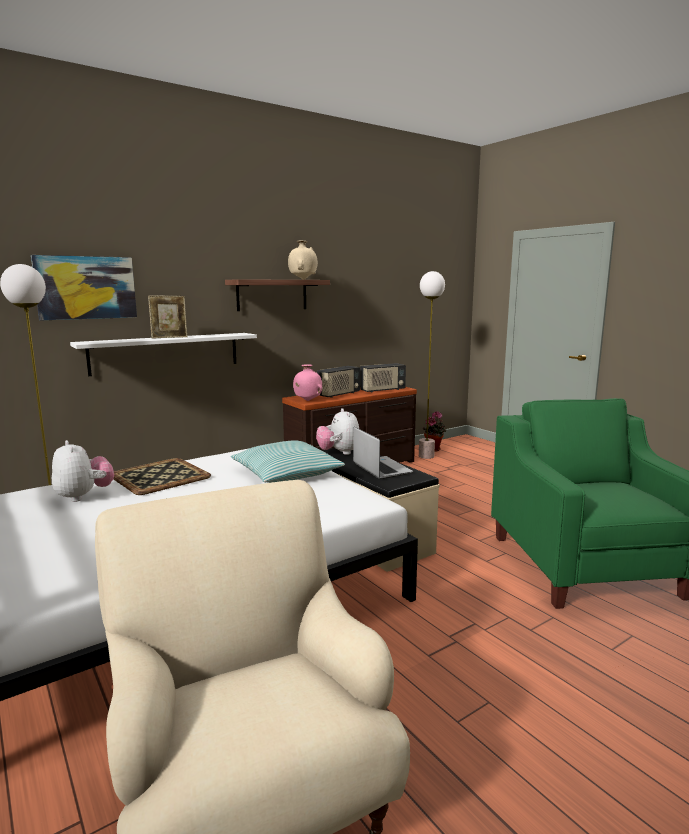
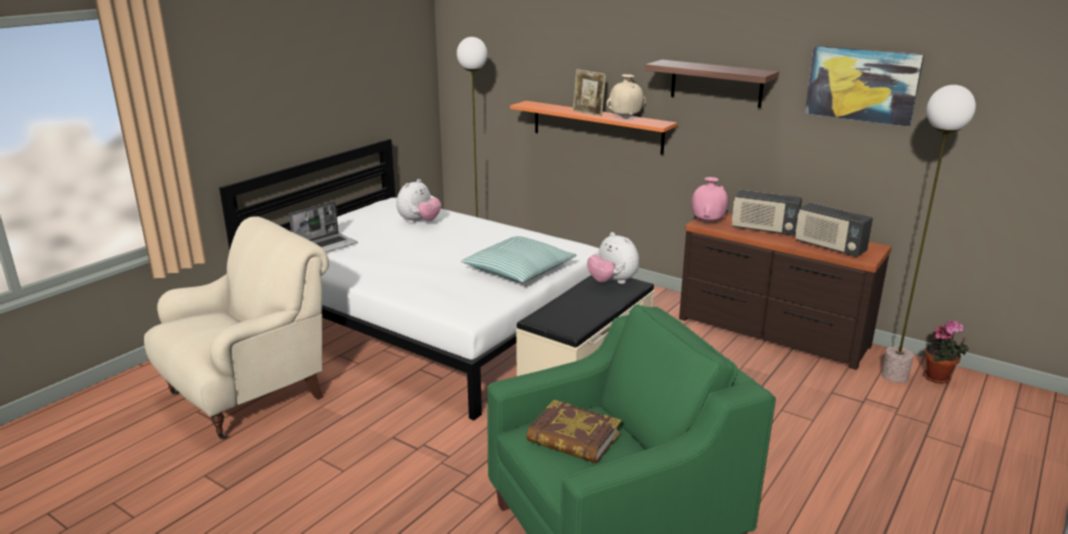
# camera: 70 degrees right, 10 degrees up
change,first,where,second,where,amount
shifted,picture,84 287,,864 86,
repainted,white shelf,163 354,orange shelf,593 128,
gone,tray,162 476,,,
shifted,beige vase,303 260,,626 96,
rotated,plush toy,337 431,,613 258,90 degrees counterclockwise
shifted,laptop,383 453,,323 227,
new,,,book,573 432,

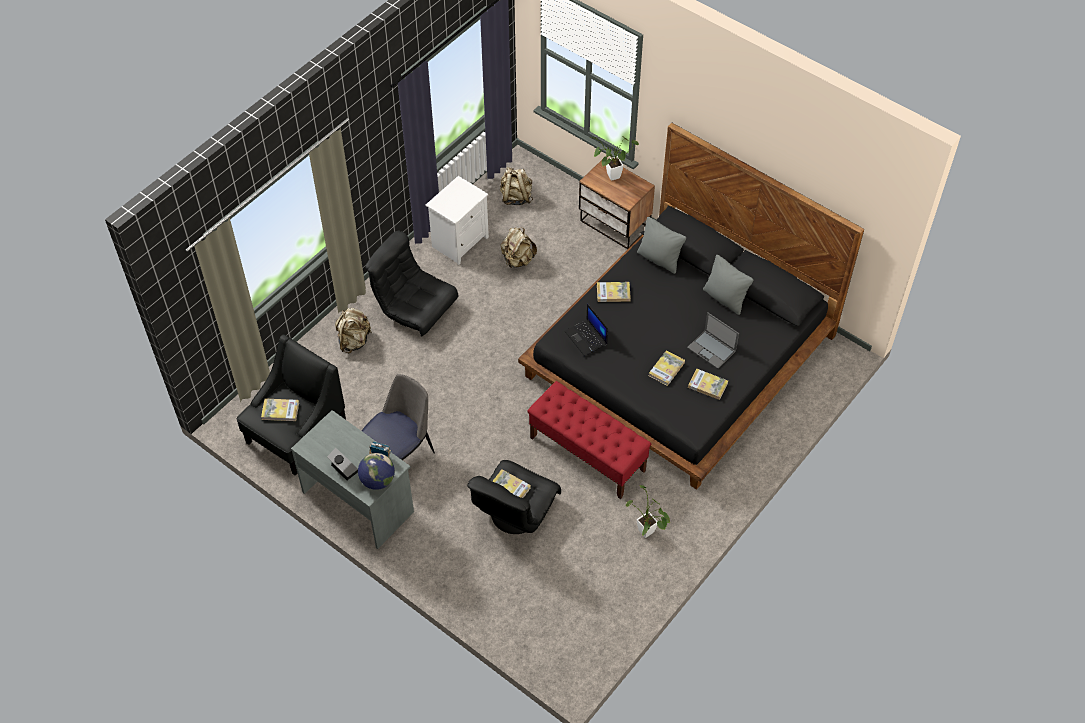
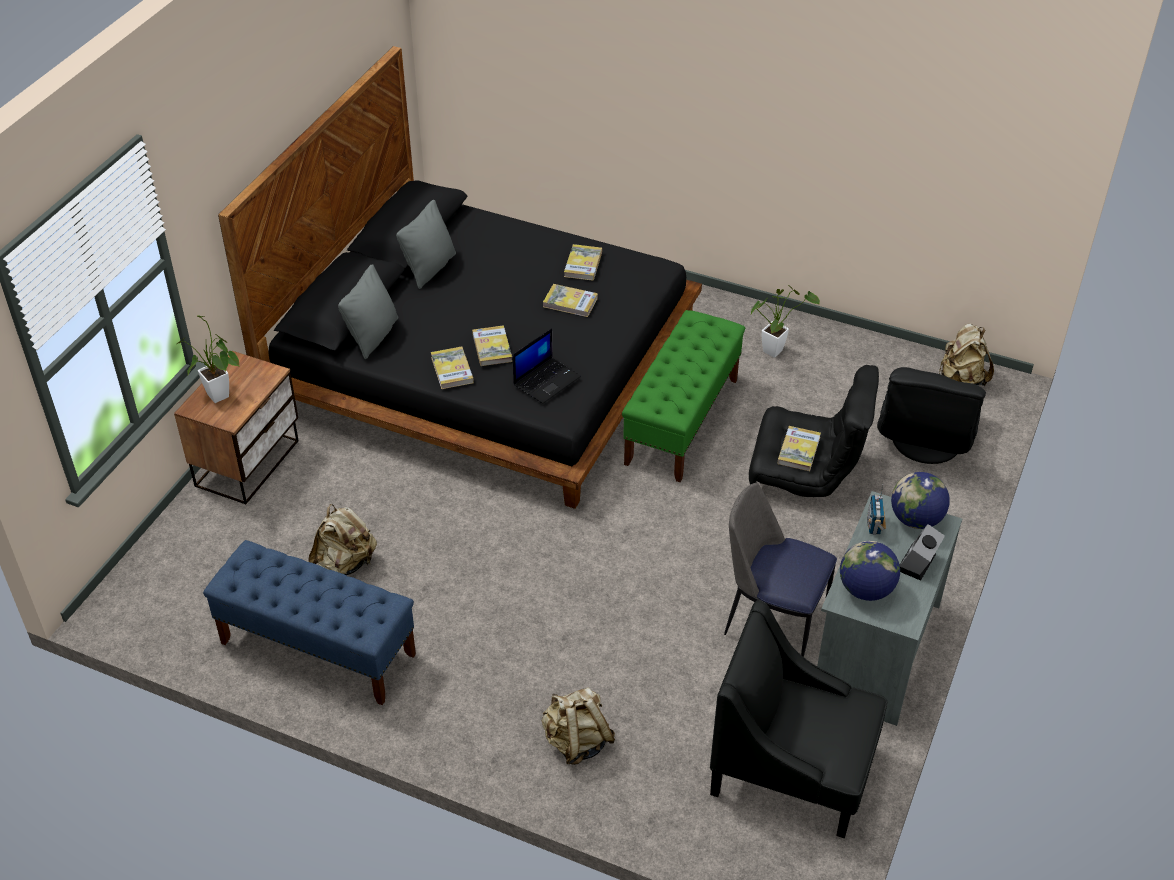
# camera: 105 degrees left, 10 degrees down
change,first,where,second,where,amount
shifted,book,280 410,,492 345,
shifted,black armchair,411 283,,931 415,
swapped,white nightstand,457 220,blue bench,309 622,
shifted,beige backpack,516 186,,966 354,
repainted,red bench,589 440,green bench,683 396,
gone,laptop,713 341,,,
new,,,globe,870 571,

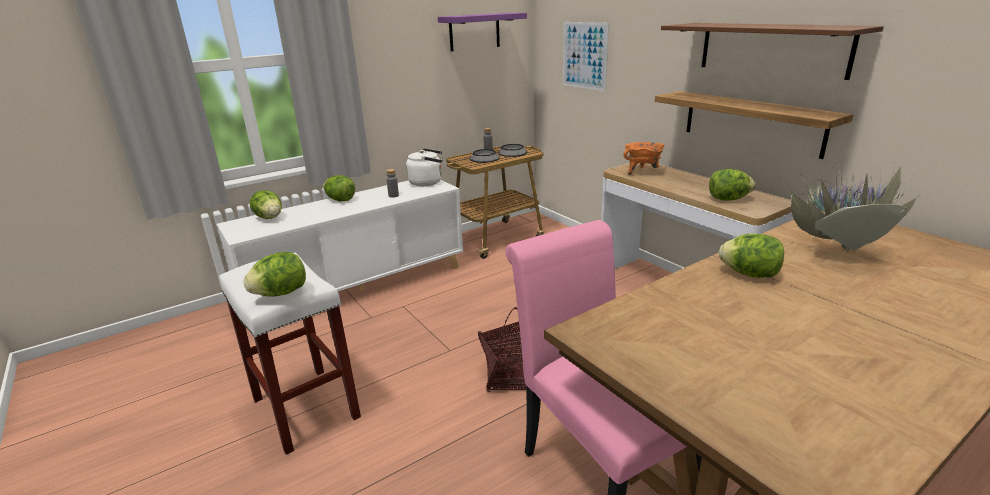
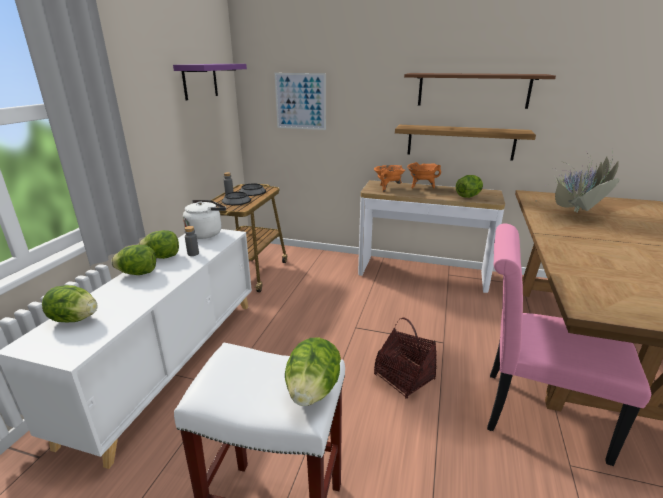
# camera: 40 degrees left, 0 degrees up
change,first,where,second,where,amount
shifted,lettuce,751 256,,158 244,
new,,,orange cooking pot,424 175,

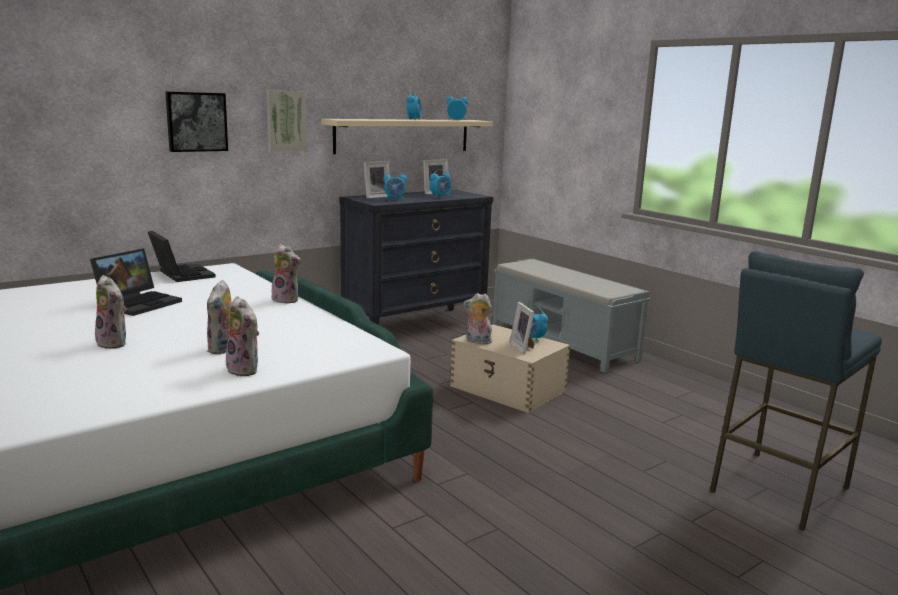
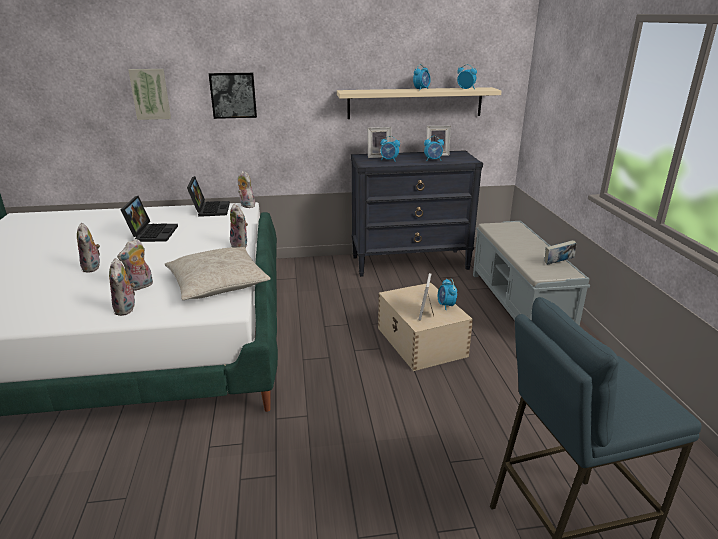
# camera: 30 degrees right, 10 degrees up
change,first,where,second,where,amount
rotated,laptop,136 282,,149 219,60 degrees counterclockwise
shifted,picture,286 120,,149 94,
shifted,plush toy,478 318,,246 189,
new,,,beige pillow,218 273,
new,,,book,561 252,

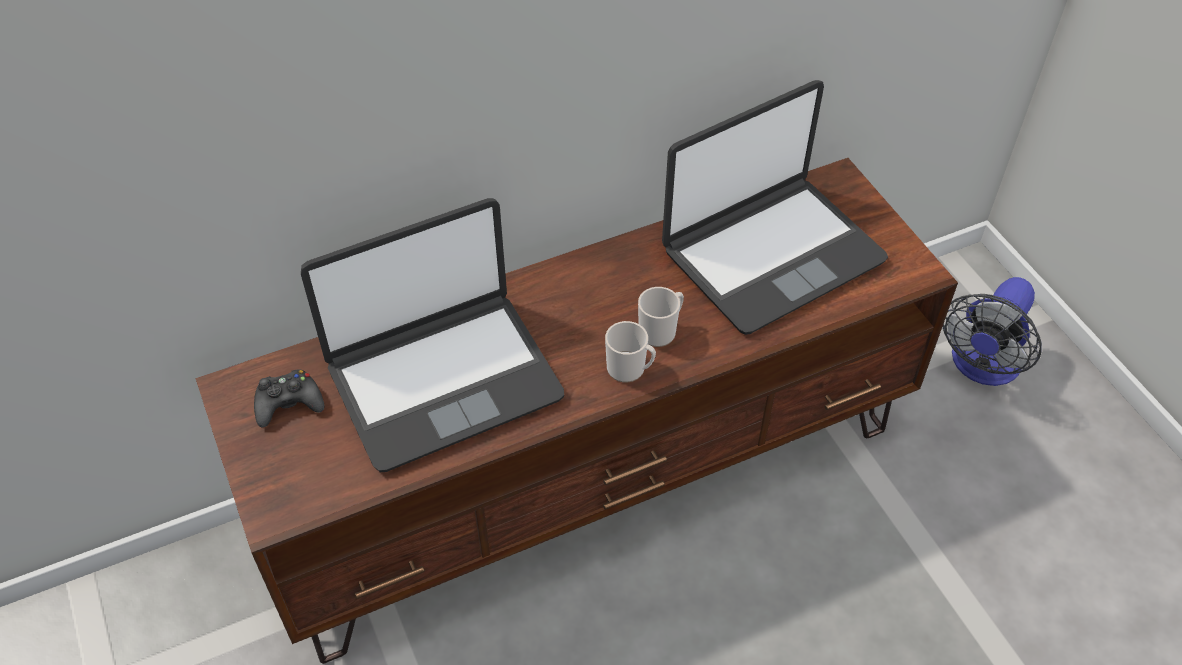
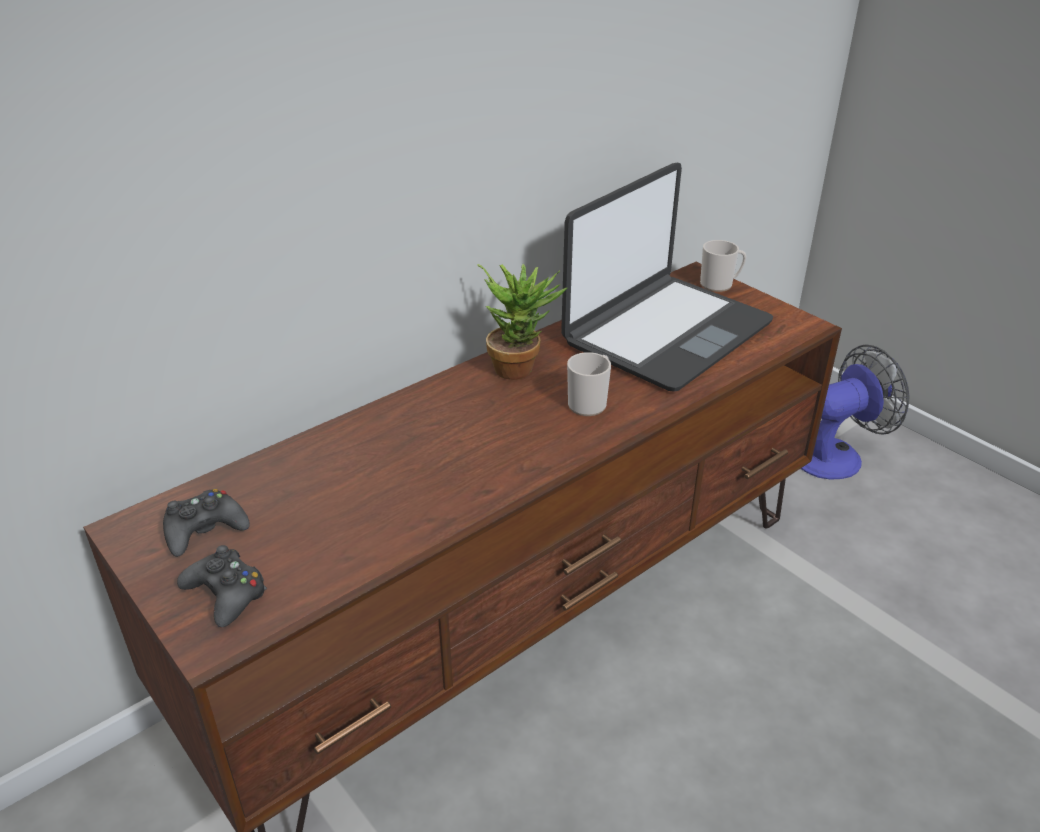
# camera: 15 degrees left, 15 degrees down
change,first,where,second,where,amount
gone,laptop,432 335,,,
shifted,mug,630 352,,723 266,
rotated,fan,992 331,,855 412,135 degrees counterclockwise
new,,,black game controller,222 586,
new,,,potted plant,522 322,

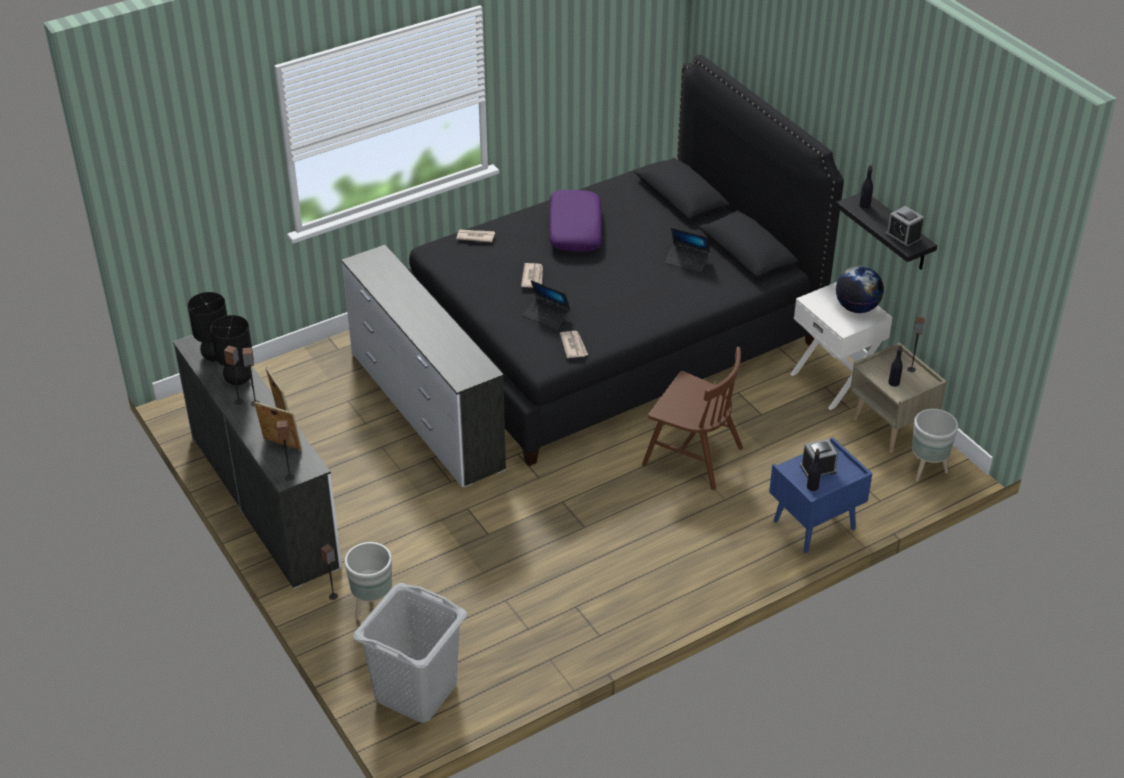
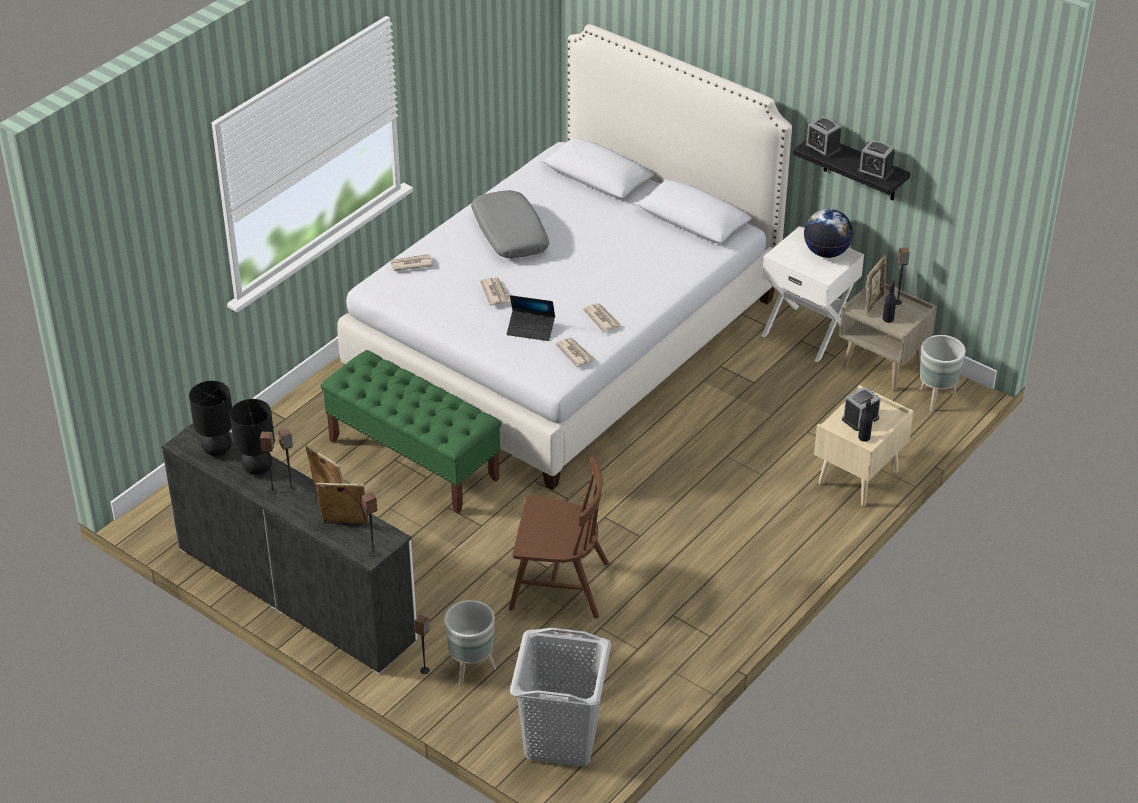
# camera: 20 degrees left, 0 degrees up
change,first,where,second,where,amount
swapped,white dresser,423 366,green bench,411 432,
repainted,black bed,626 260,white bed,565 257,
repainted,purple pillow,575 221,grey pillow,510 224,
shifted,brown chair,692 418,,559 538,
gone,laptop,687 250,,,
repainted,blue nightstand,820 495,beige nightstand,864 445,
swapped,black bottle,866 186,alarm clock,823 137,
new,,,newspaper,602 317,
new,,,picture frame,876 285,

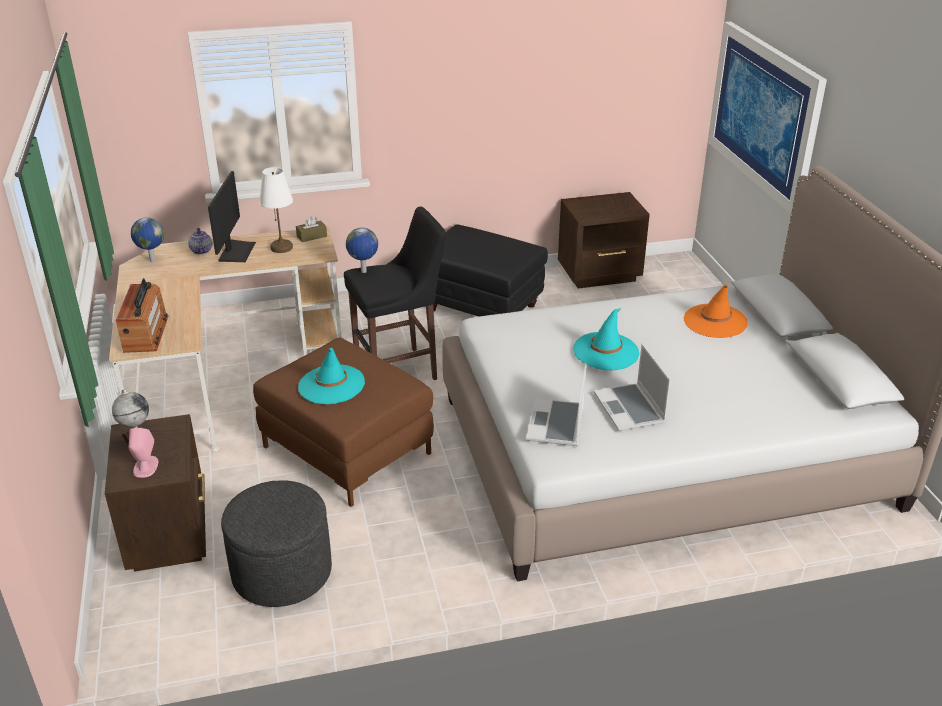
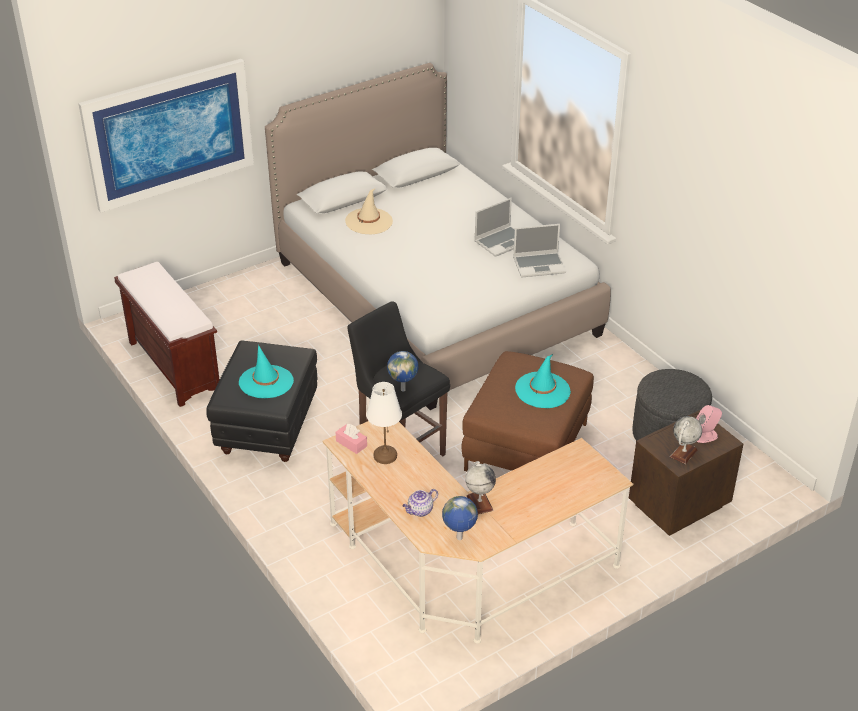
# camera: 110 degrees left, 5 degrees up
change,first,where,second,where,amount
gone,radio,142 315,,,
gone,monitor,232 216,,,
repainted,brown tissue box,311 229,pink tissue box,351 439,
swapped,brown nightstand,604 240,brown bench,167 334,
shifted,turquoise hat,606 339,,266 371,
repainted,orange hat,716 311,beige hat,369 211,
new,,,globe,480 487,

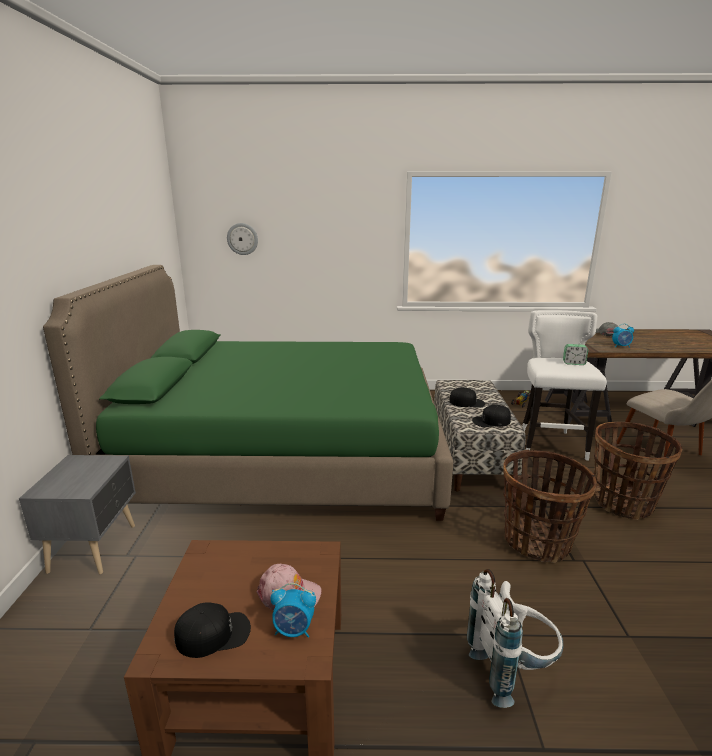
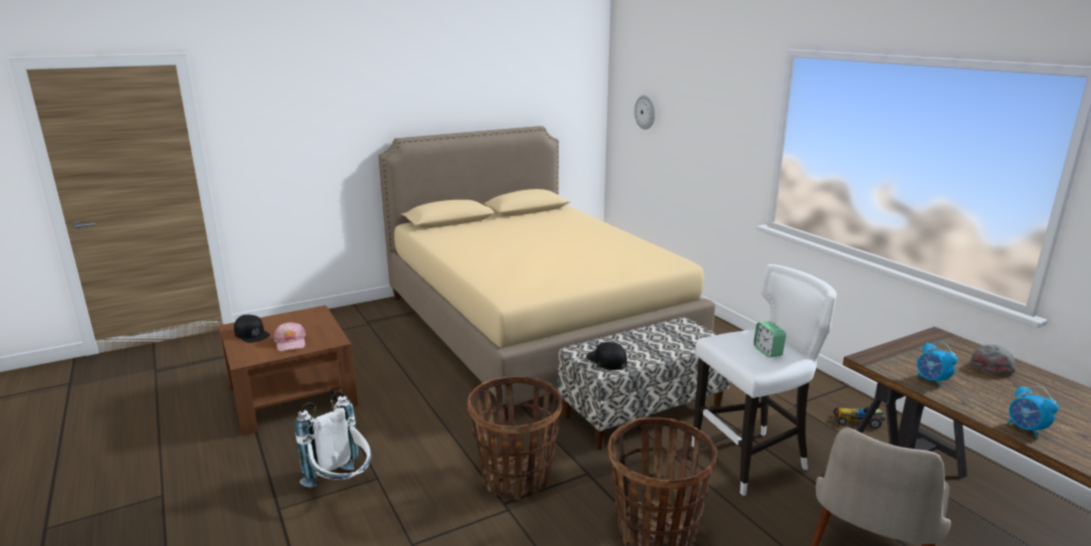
# camera: 60 degrees right, 0 degrees up
change,first,where,second,where,amount
gone,grey nightstand,77 514,,,
repainted,green bed,248 393,beige bed,546 273,
shifted,alarm clock,293 610,,1033 412,
gone,black cap,467 397,,,

